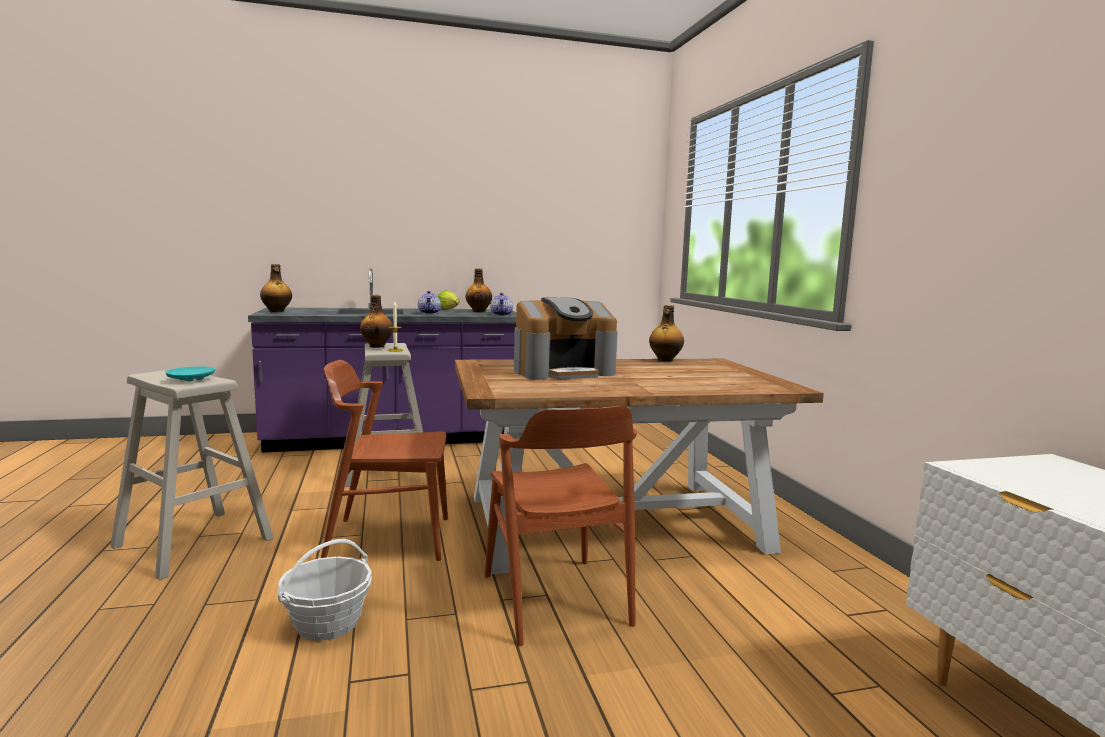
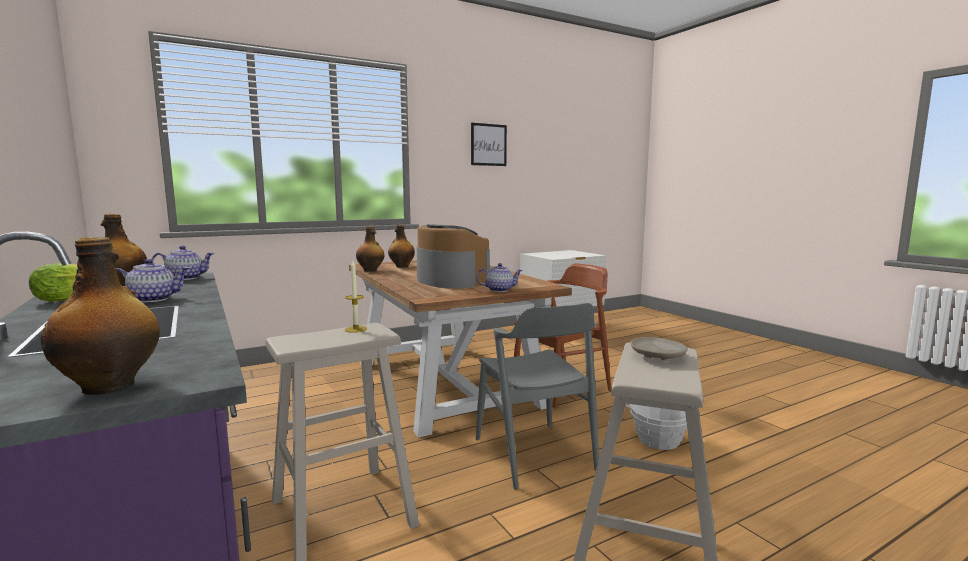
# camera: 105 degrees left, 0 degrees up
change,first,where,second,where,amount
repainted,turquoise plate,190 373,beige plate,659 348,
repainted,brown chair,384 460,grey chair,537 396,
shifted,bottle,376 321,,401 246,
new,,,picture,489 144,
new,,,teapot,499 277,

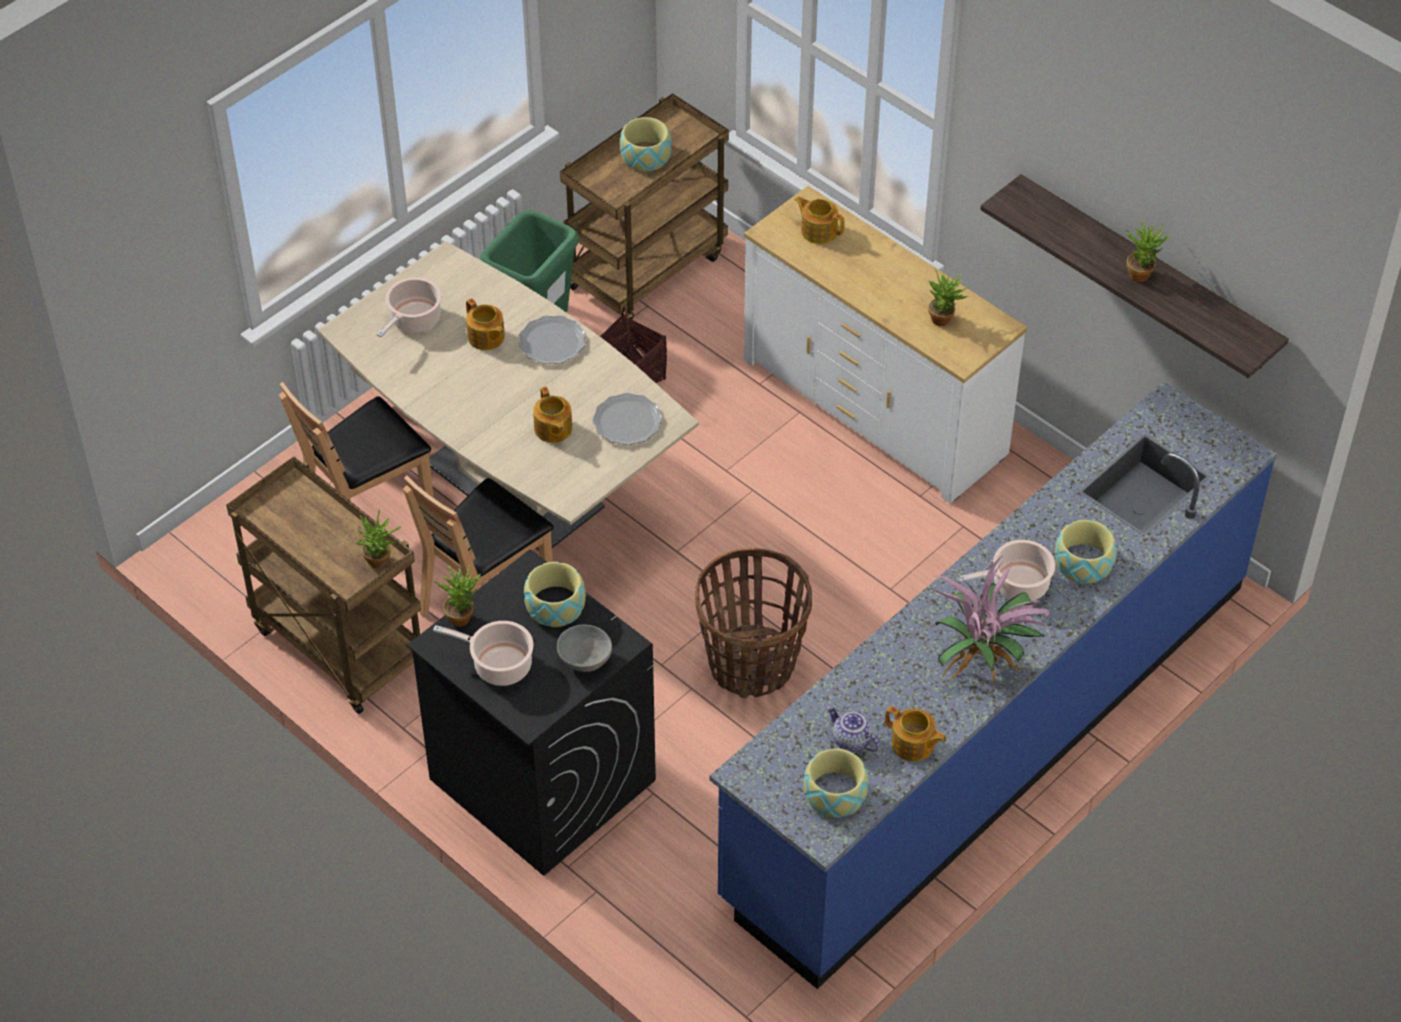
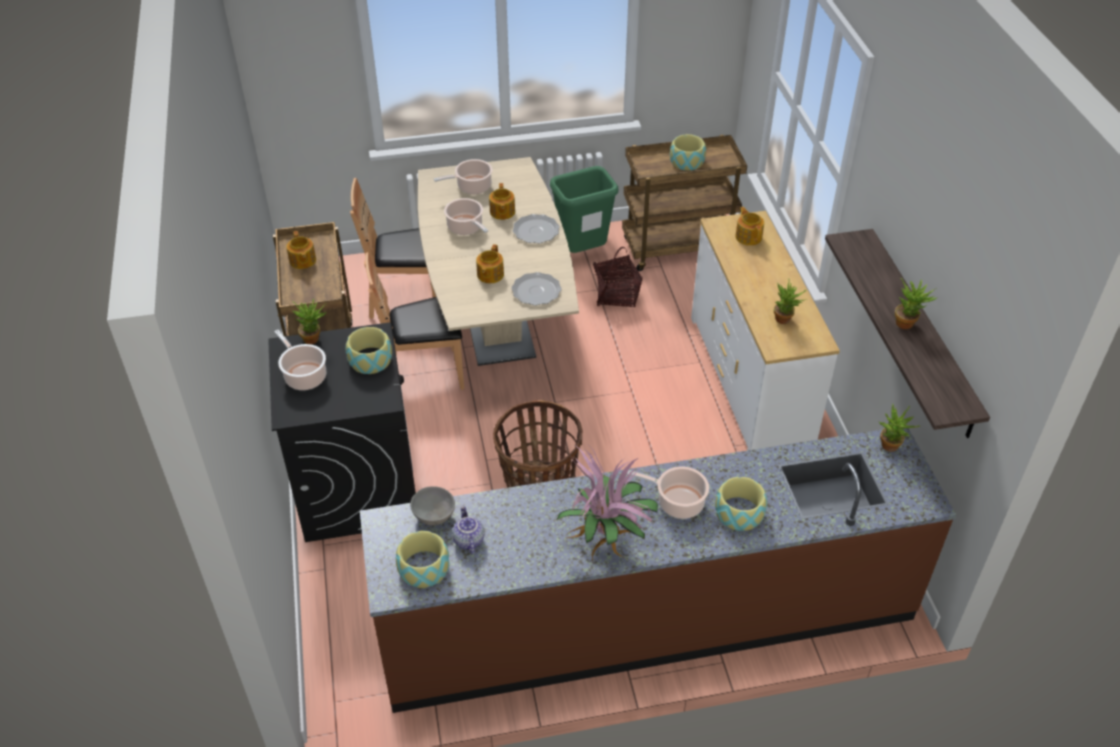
# camera: 35 degrees right, 5 degrees down
change,first,where,second,where,amount
shifted,potted plant,378 538,,899 427,
shifted,grey bowl,584 648,,432 506,
repainted,blue counter,993 685,brown counter,658 570,
shifted,teapot,916 734,,301 250,
new,,,cooking pot,466 216,

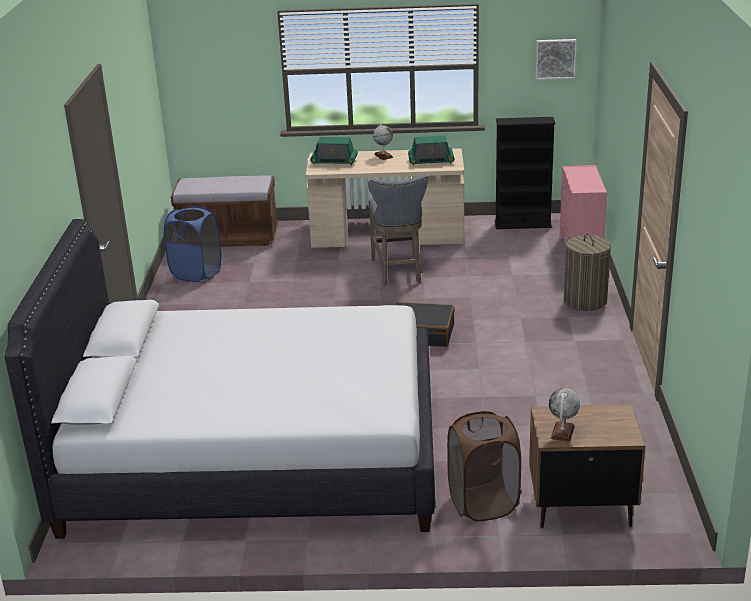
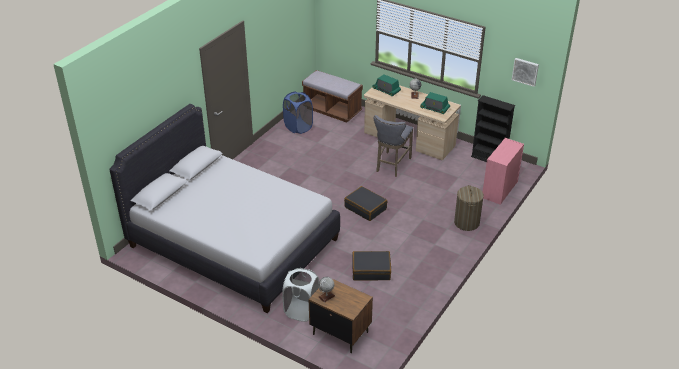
# camera: 30 degrees right, 10 degrees up
change,first,where,second,where,amount
repainted,brown laundry basket,484 466,white laundry basket,300 295,
new,,,black suitcase,371 265,

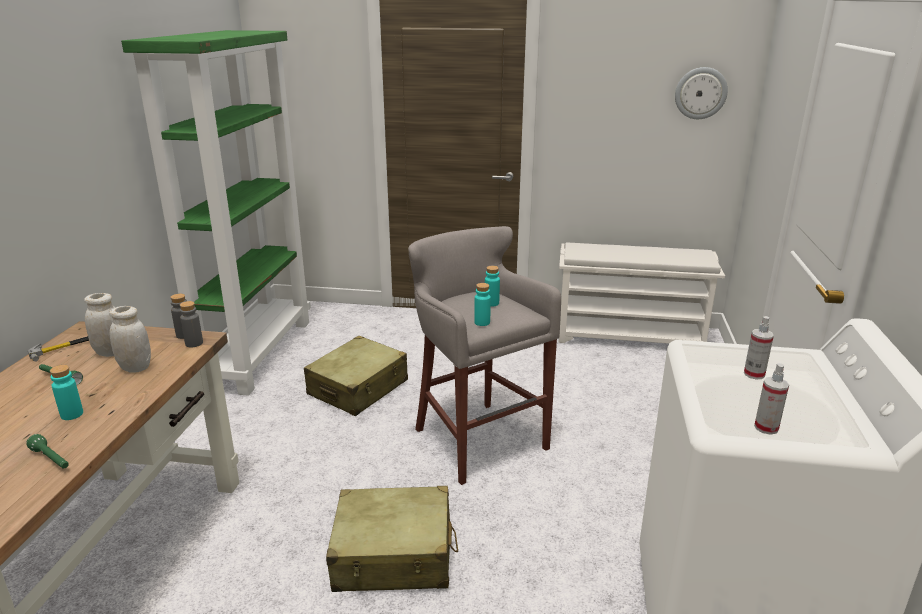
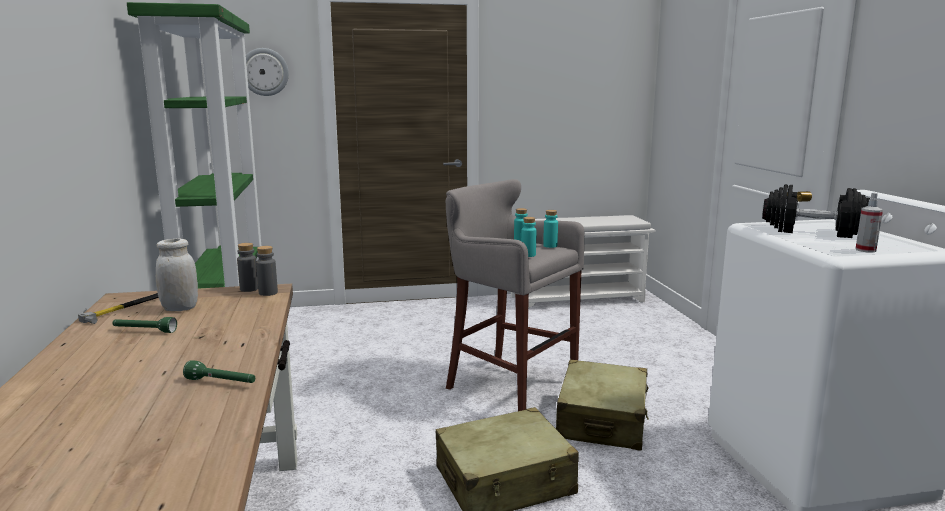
# camera: 20 degrees left, 10 degrees down
change,first,where,second,where,amount
shifted,turquoise bottle,66 392,,550 229,
gone,white jar,130 339,,,
shifted,beige suitcase,356 376,,602 405,
shifted,wall clock,701 93,,267 72,
swapped,spray bottle,759 348,black dumbbell,816 211,

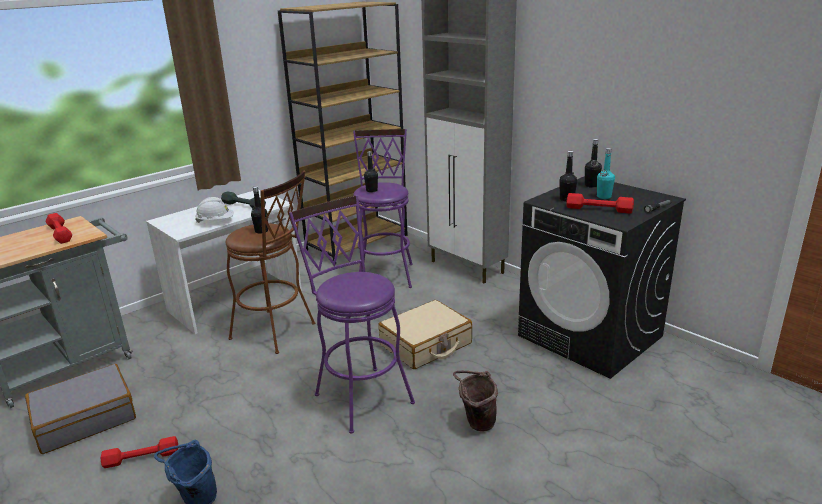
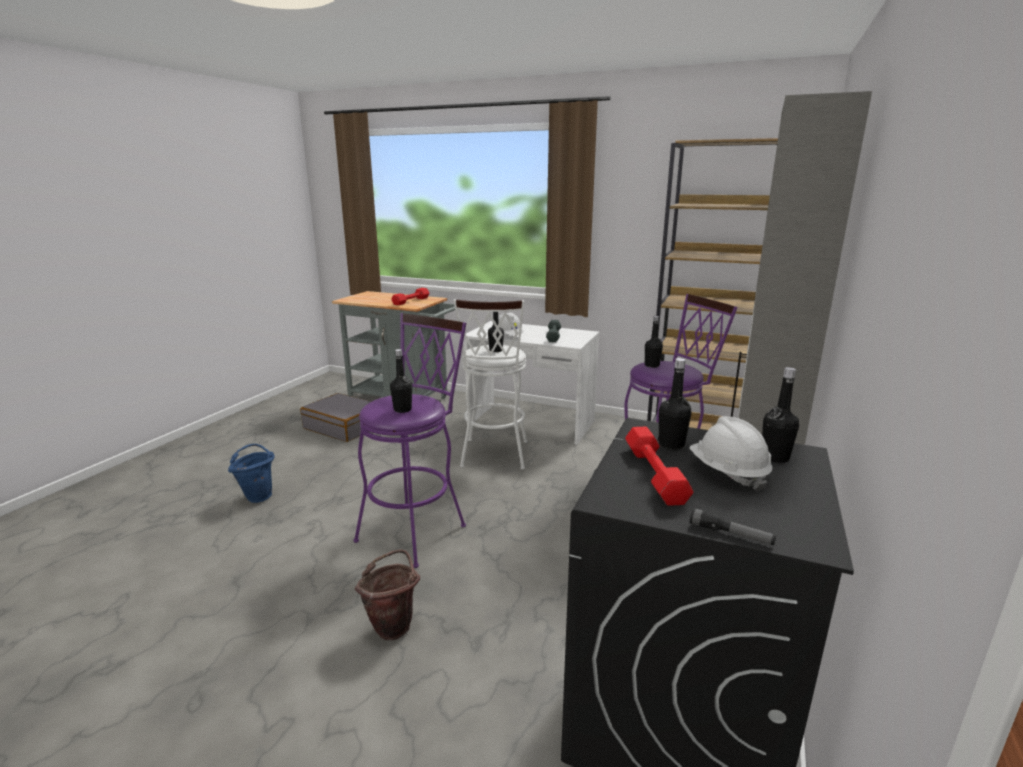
# camera: 65 degrees right, 5 degrees down
change,first,where,second,where,amount
gone,red dumbbell,139 452,,,
repainted,brown stool,270 262,white stool,490 384,
gone,beige suitcase,425 334,,,
swapped,turquoise bottle,606 173,white hard hat,730 453,
new,,,black bottle,401 381,

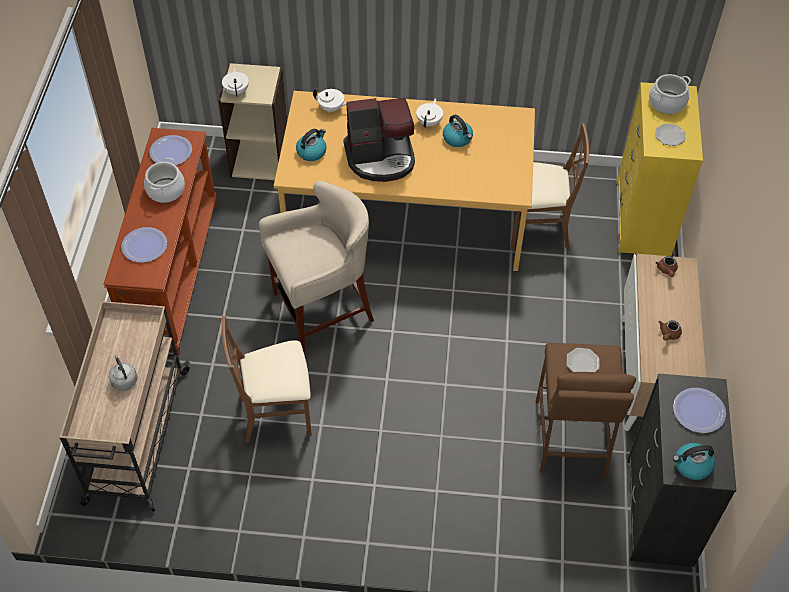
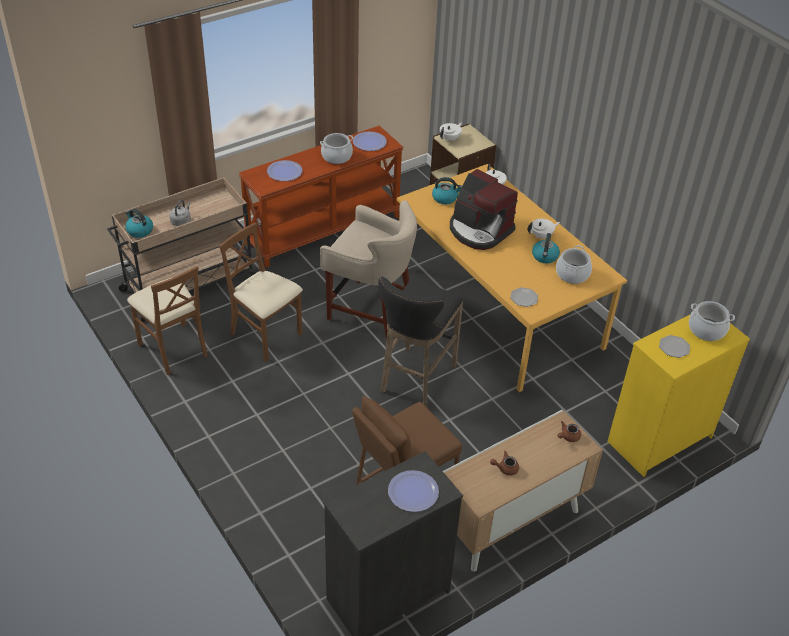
# camera: 50 degrees right, 10 degrees down
change,first,where,second,where,amount
shifted,brown chair,550 186,,167 320,
shifted,plate,583 360,,524 297,
shifted,kettle,694 461,,139 223,
new,,,black stool,420 342,
new,,,cooking pot,574 264,

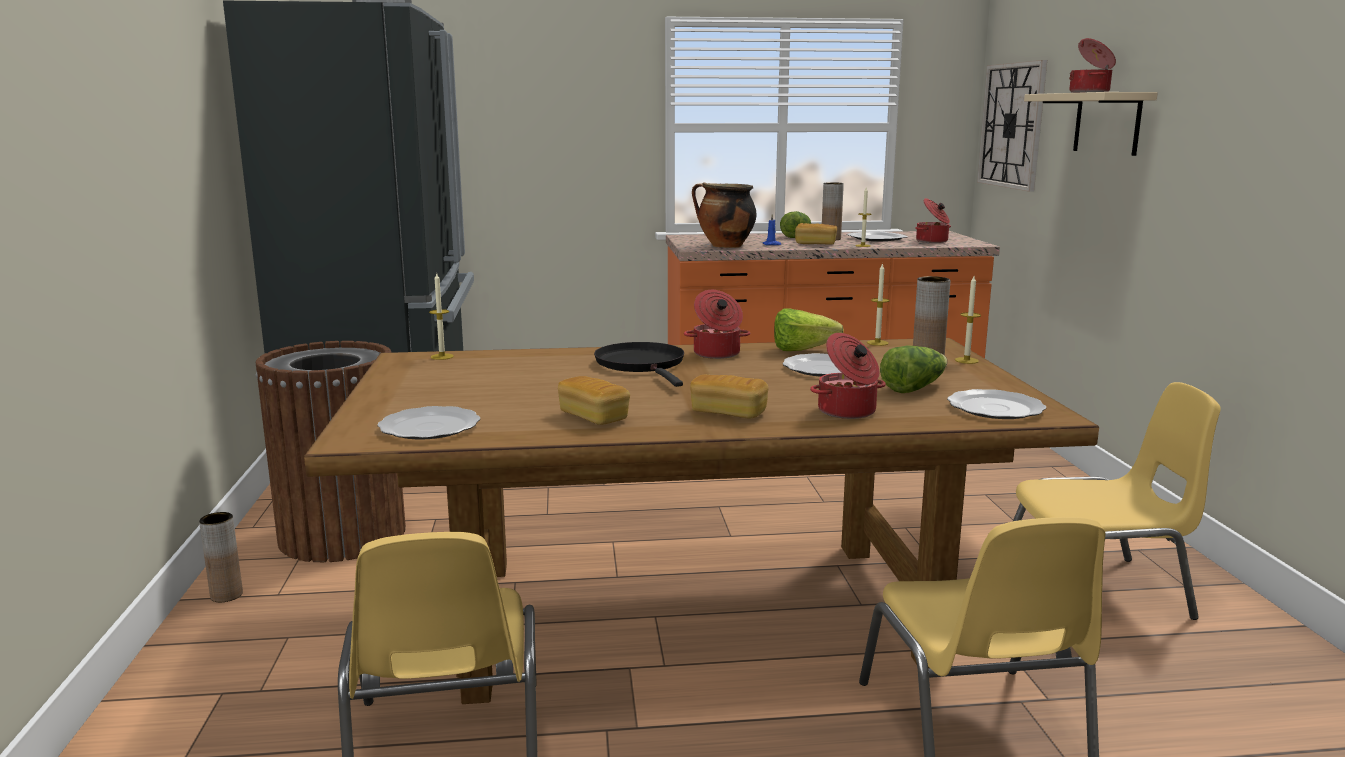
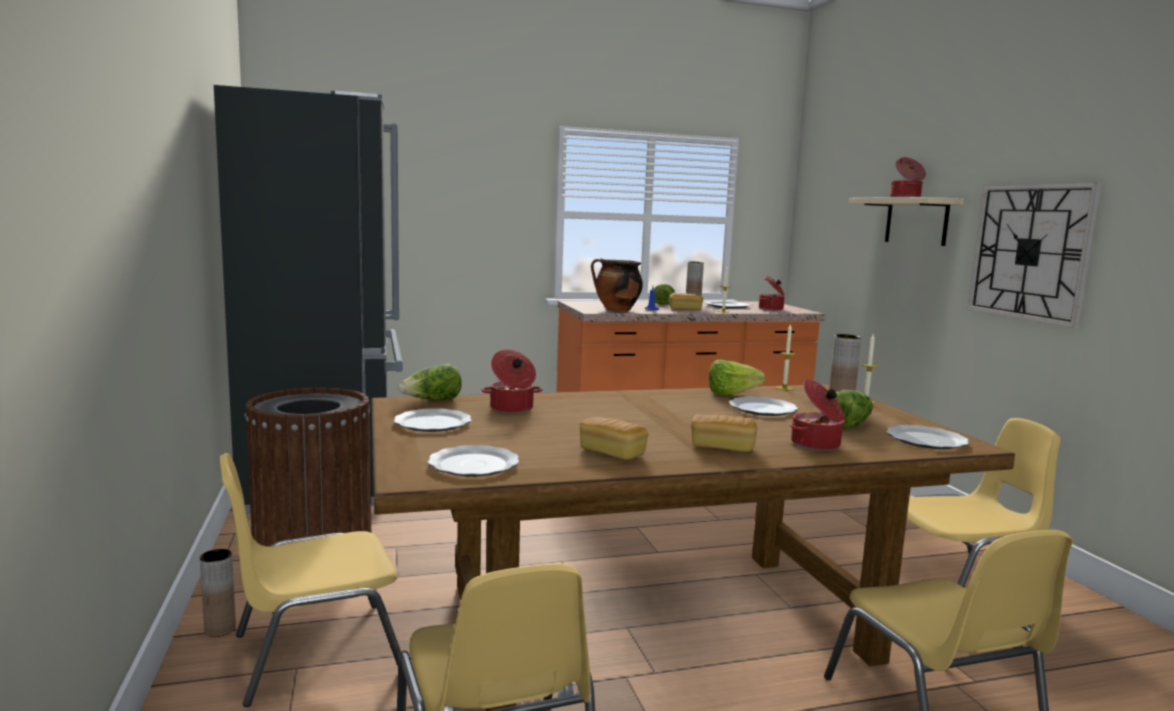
# camera: 10 degrees left, 5 degrees down
change,first,where,second,where,amount
swapped,candle,441 316,lettuce,430 382,
gone,black frying pan,639 364,,,
shifted,cooking pot,717 324,,512 381,
shifted,wall clock,1012 126,,1034 255,
new,,,yellow chair,310 580,
new,,,plate,433 420,

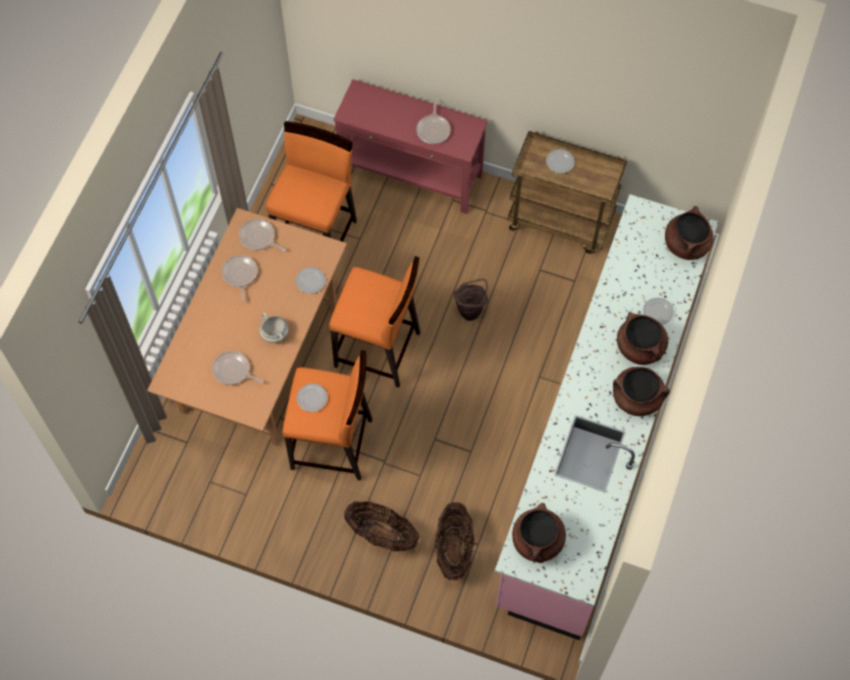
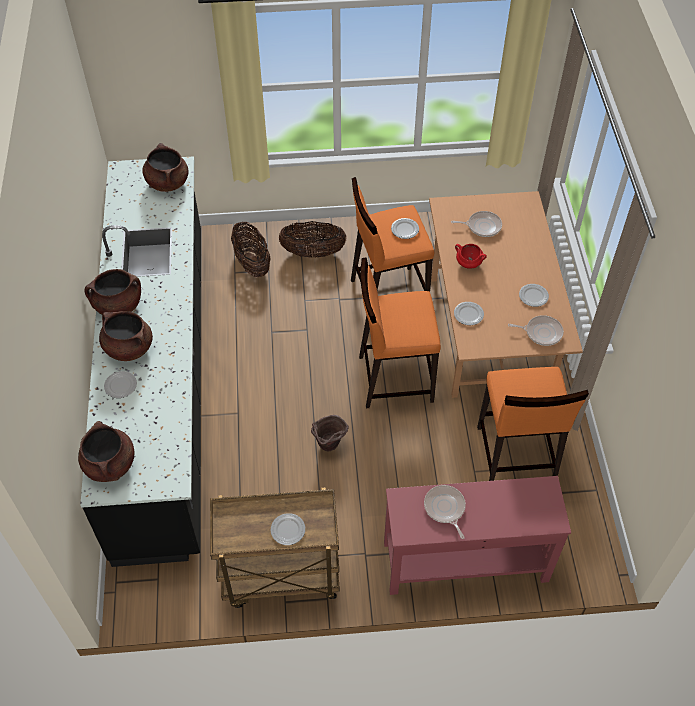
# camera: 155 degrees right, 10 degrees down
change,first,where,second,where,amount
swapped,frying pan,240 278,plate,534 295,
repainted,white cooking pot,274 328,red cooking pot,471 256,
repainted,pink counter,607 417,black counter,140 361,

